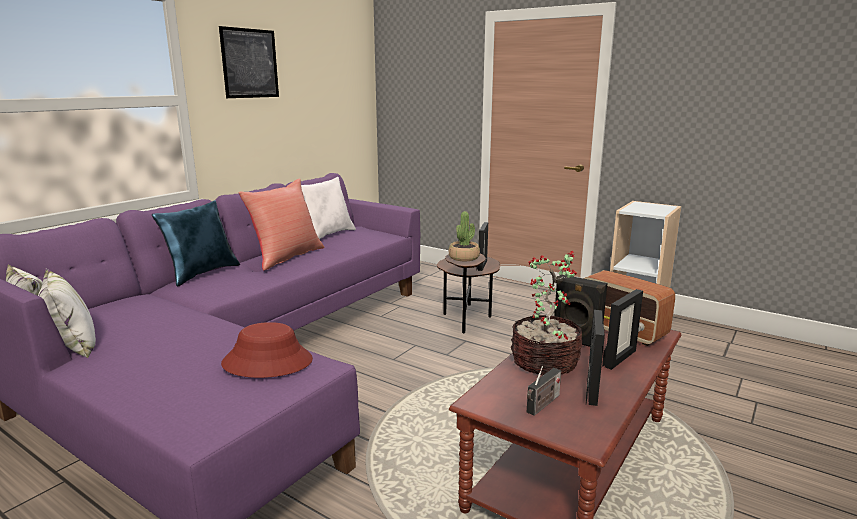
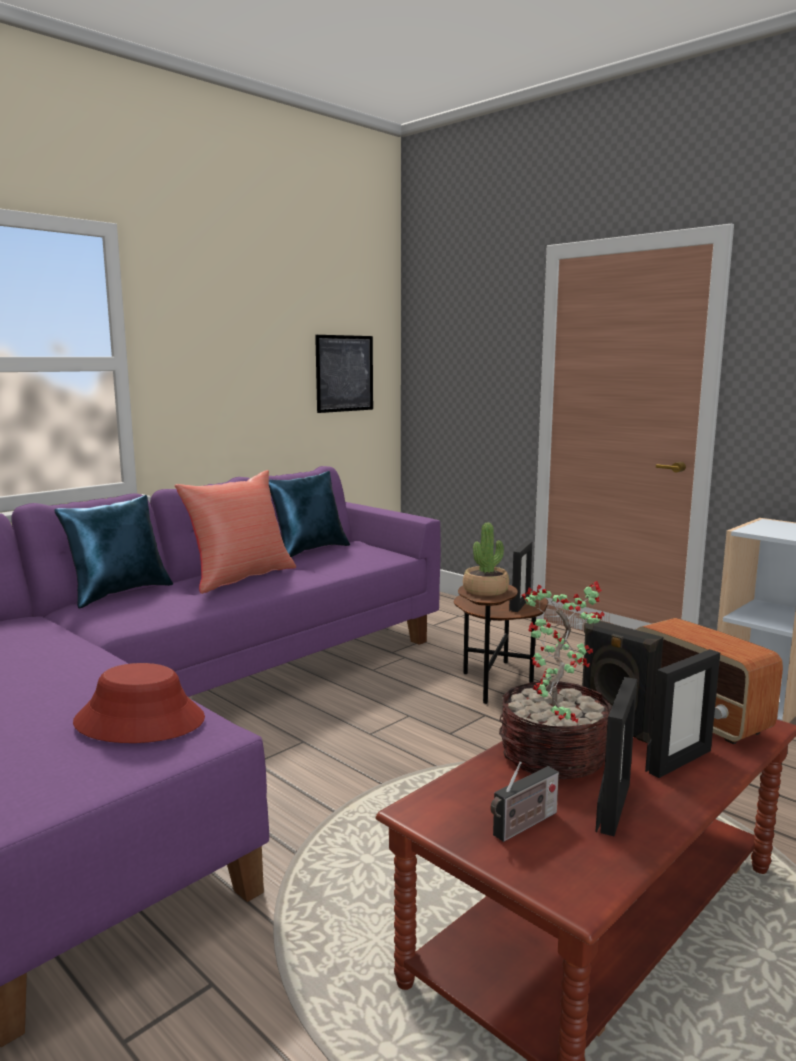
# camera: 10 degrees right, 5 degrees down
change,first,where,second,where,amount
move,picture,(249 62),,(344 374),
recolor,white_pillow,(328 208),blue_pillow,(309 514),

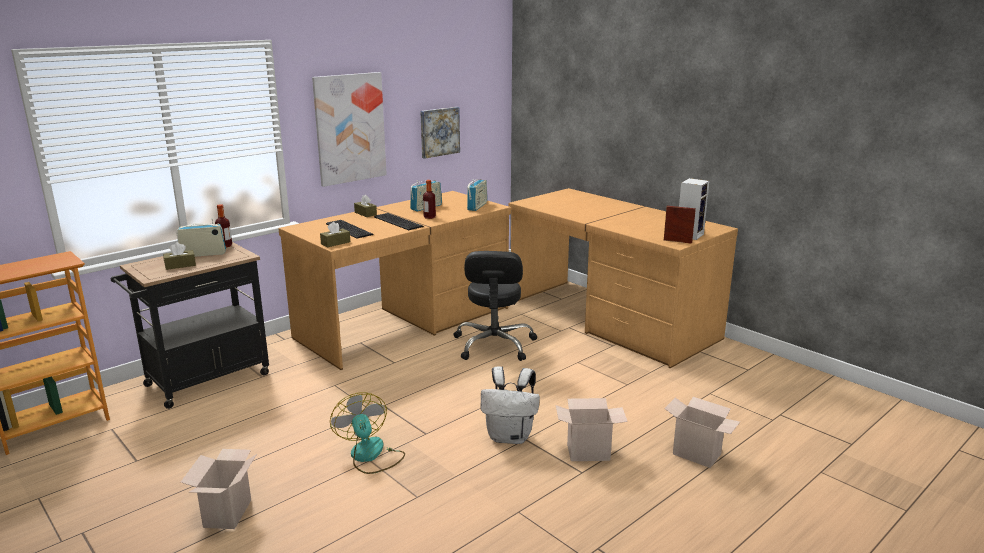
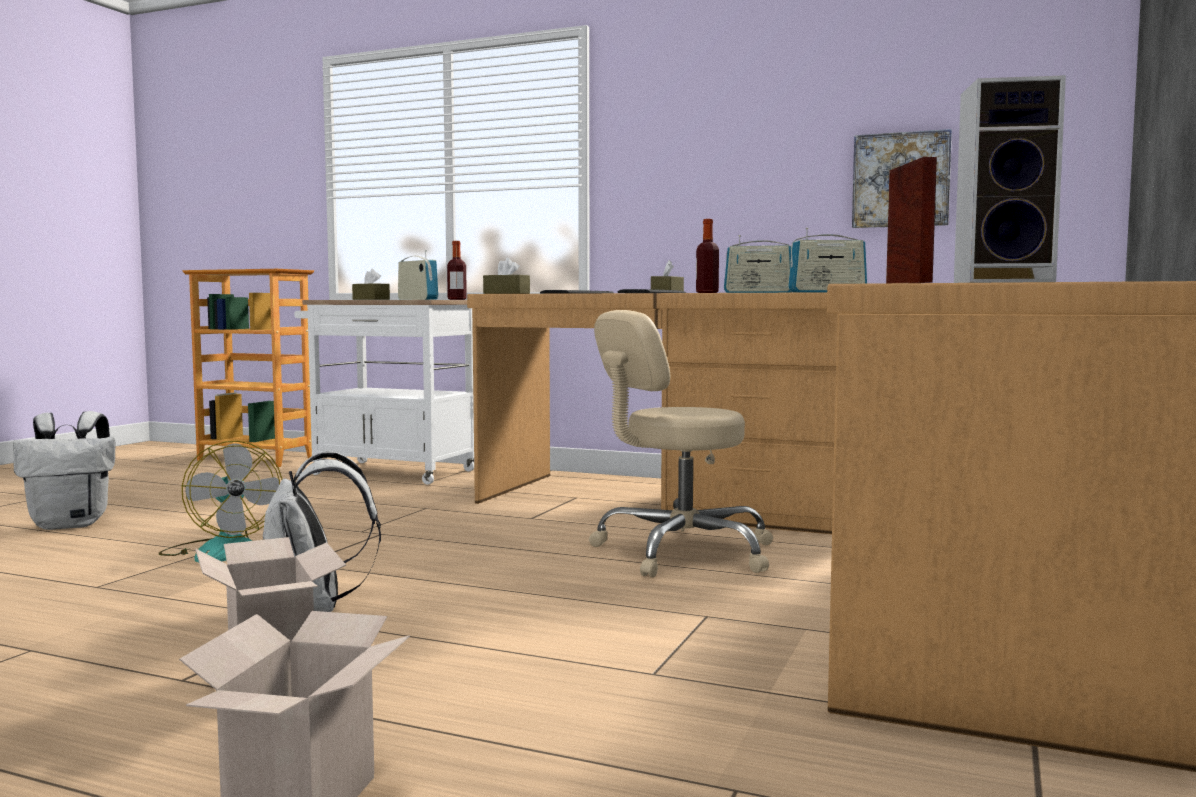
# camera: 65 degrees right, 15 degrees down
change,first,where,second,where,amount
delete,picture,(349 129),,,
recolor,black_cart,(190 325),white_cart,(384 392),
recolor,black_office_chair,(495 306),beige_office_chair,(681 444),
rotate,fan,(367 433),,(220 502),105 degrees clockwise
replace,cardboard_box,(219 489),white_backpack,(64 470),

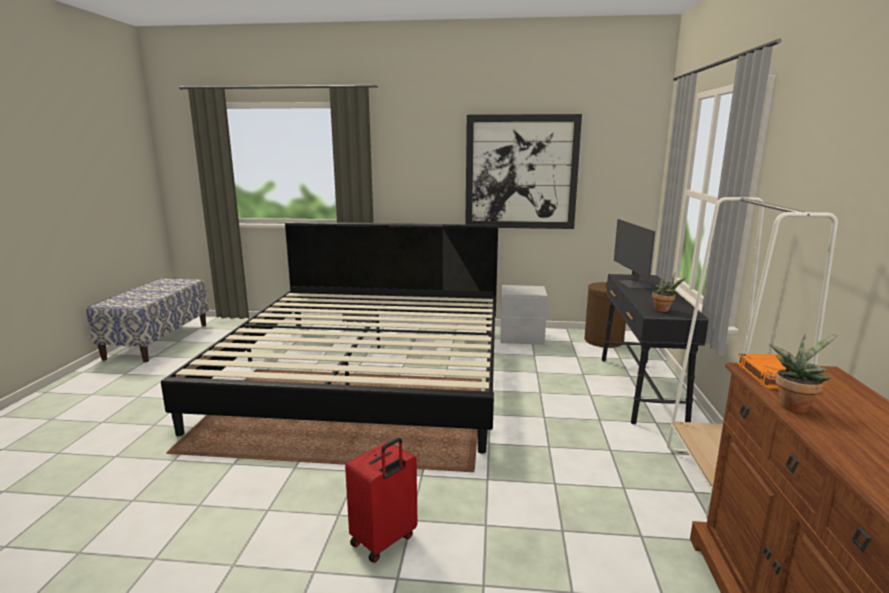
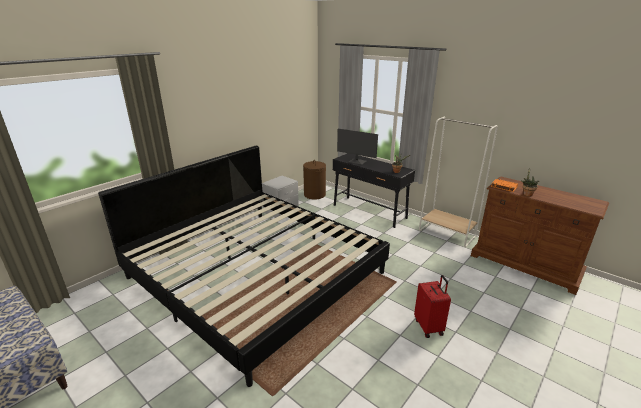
# camera: 55 degrees left, 10 degrees up
change,first,where,second,where,amount
delete,picture,(523 171),,,

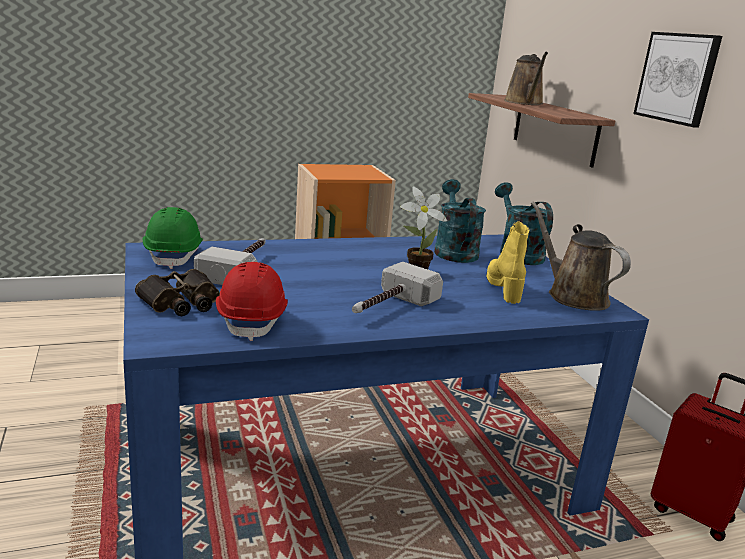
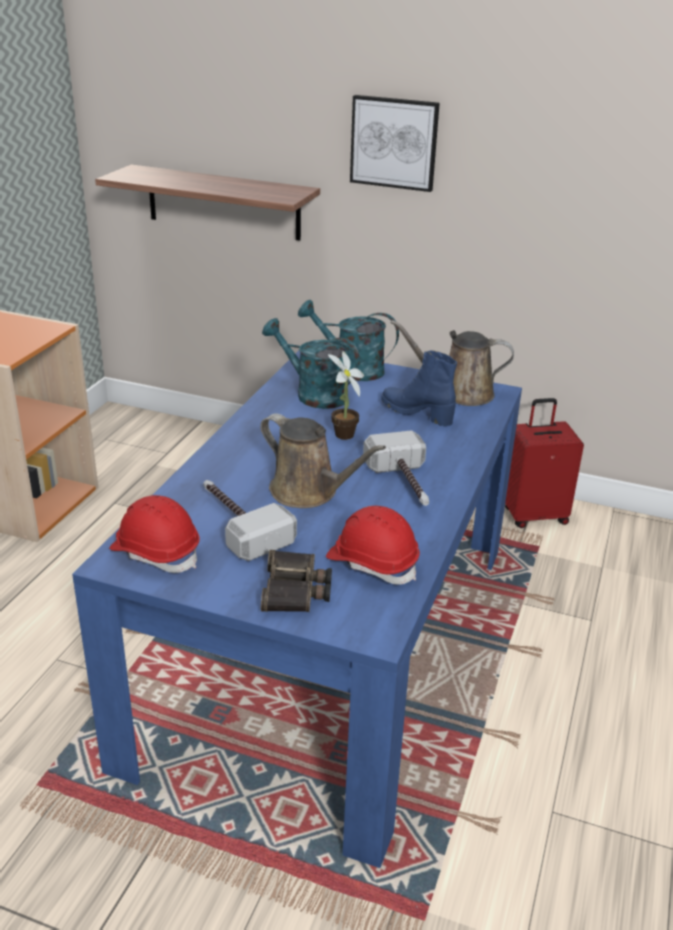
# camera: 50 degrees left, 10 degrees up
change,first,where,second,where,amount
move,brown_watering_can,(526 78),,(323 460),
recolor,green_hard_hat,(173 238),red_hard_hat,(154 534),
recolor,yellow_boot,(508 262),blue_boot,(419 388),

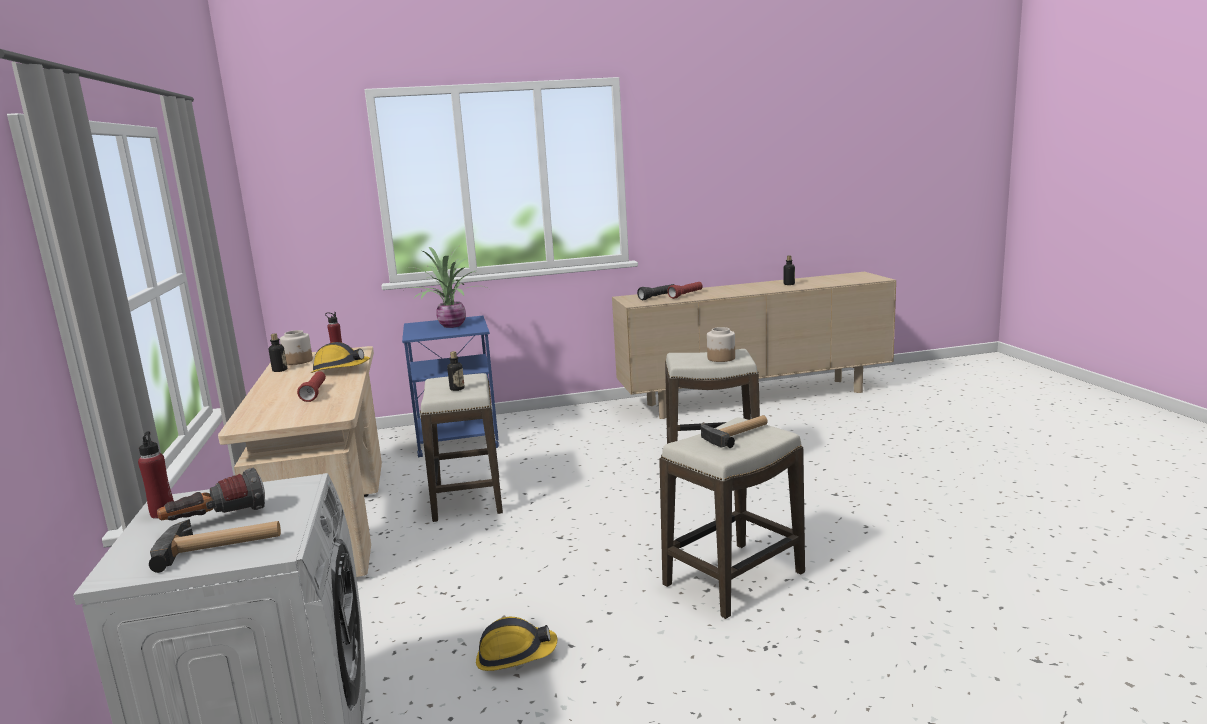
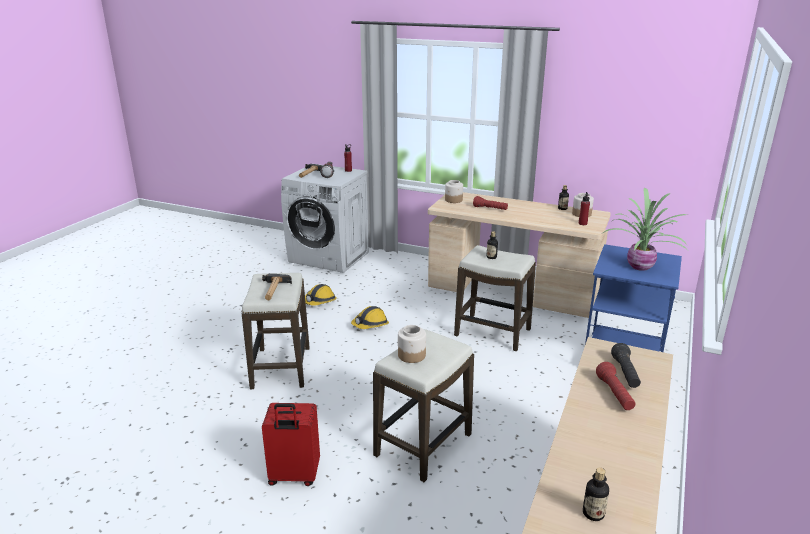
# camera: 125 degrees right, 10 degrees up
change,first,where,second,where,amount
move,hard_hat,(340 357),,(370 317),
insert,,,jar,(454 191),
insert,,,red_suitcase,(291 444),

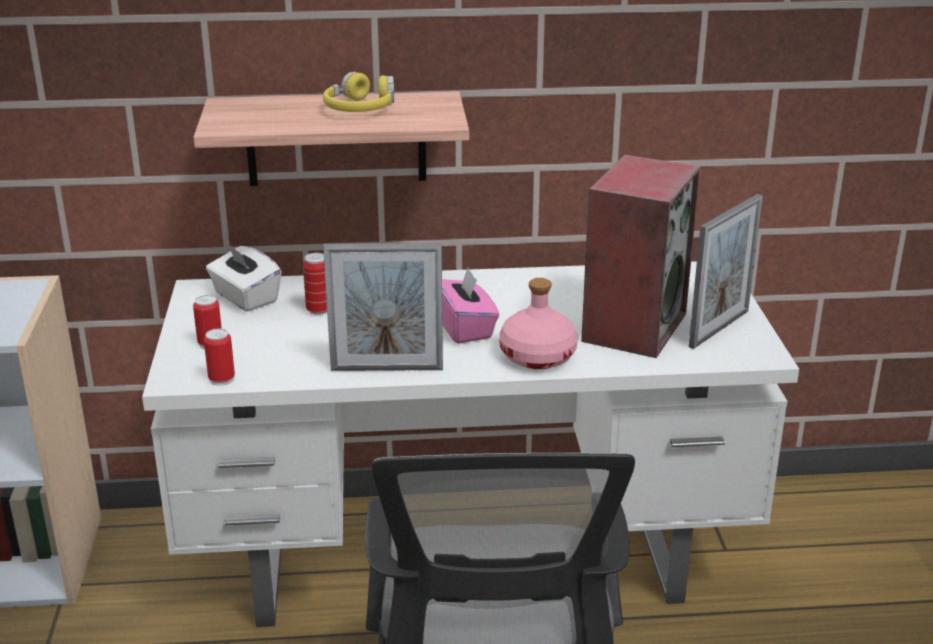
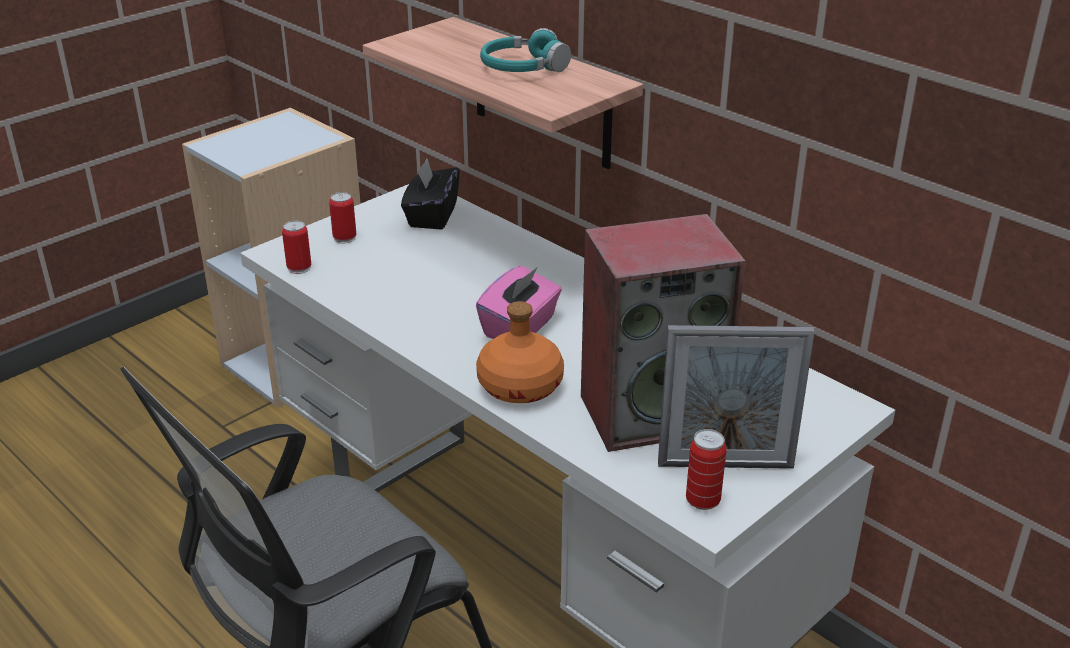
# camera: 50 degrees right, 5 degrees up
change,first,where,second,where,amount
recolor,yellow_headphones,(358 92),turquoise_headphones,(525 50),
delete,picture_frame,(383 307),,,
recolor,white_tissue_box,(244 278),black_tissue_box,(430 194),
move,can,(315 283),,(706 469),
recolor,pink_bottle,(538 323),orange_bottle,(520 352),

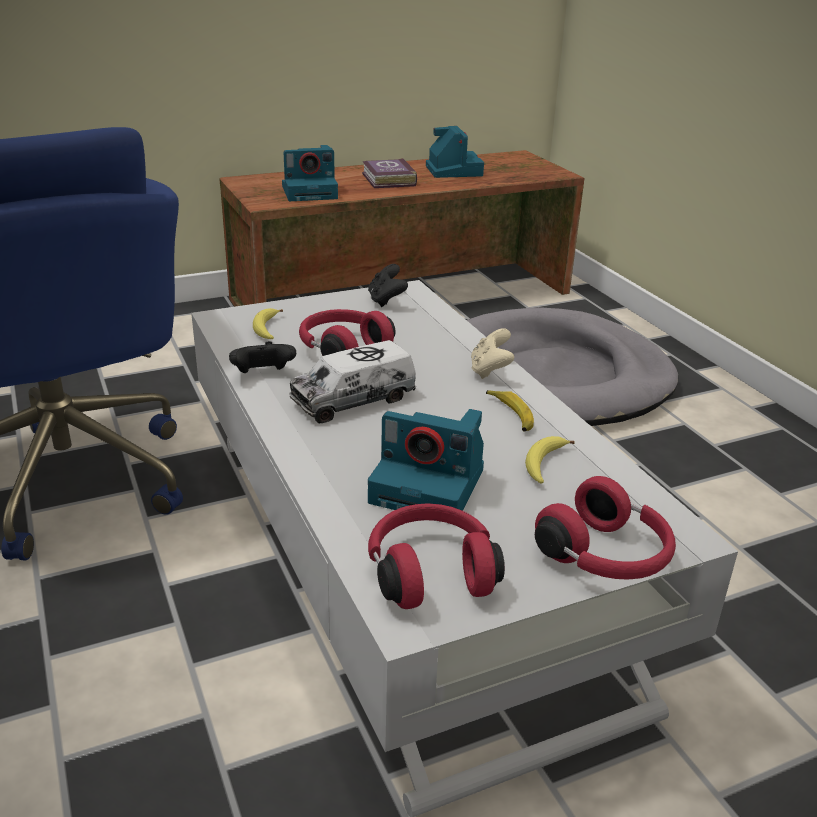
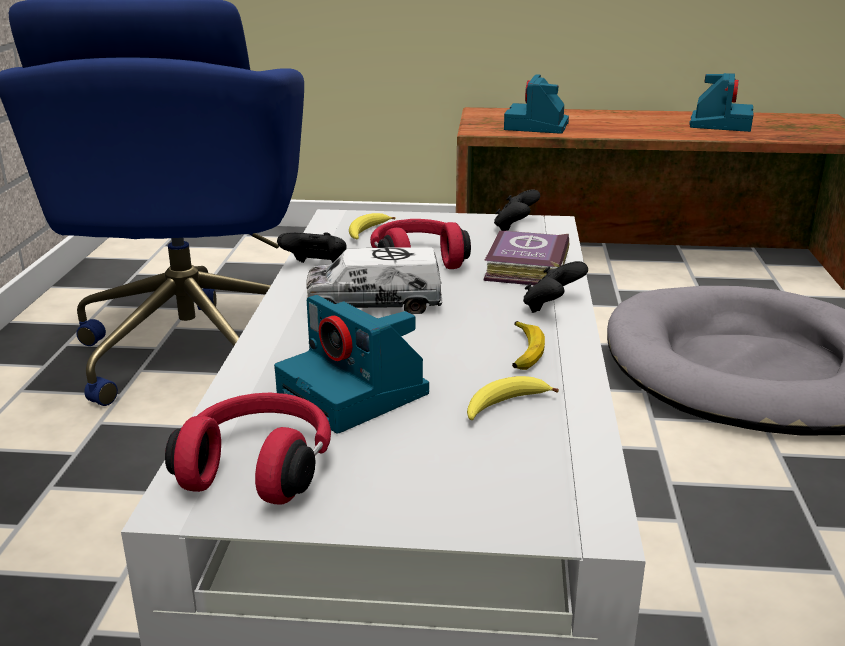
# camera: 30 degrees right, 5 degrees down
change,first,where,second,where,amount
rotate,photo_camera,(310 173),,(536 104),90 degrees clockwise
move,book,(389 173),,(526 258),
recolor,beige_game_controller,(492 353),black_game_controller,(555 287),
delete,red_headphones,(605 528),,,

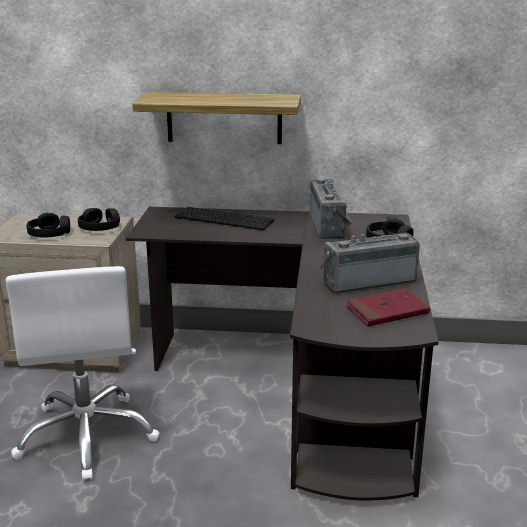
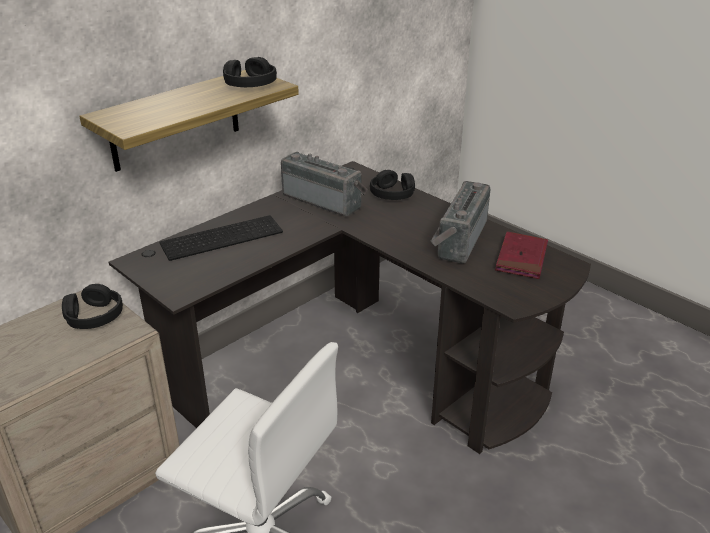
# camera: 50 degrees left, 10 degrees up
change,first,where,second,where,amount
move,black_headphones,(48 225),,(250 72),

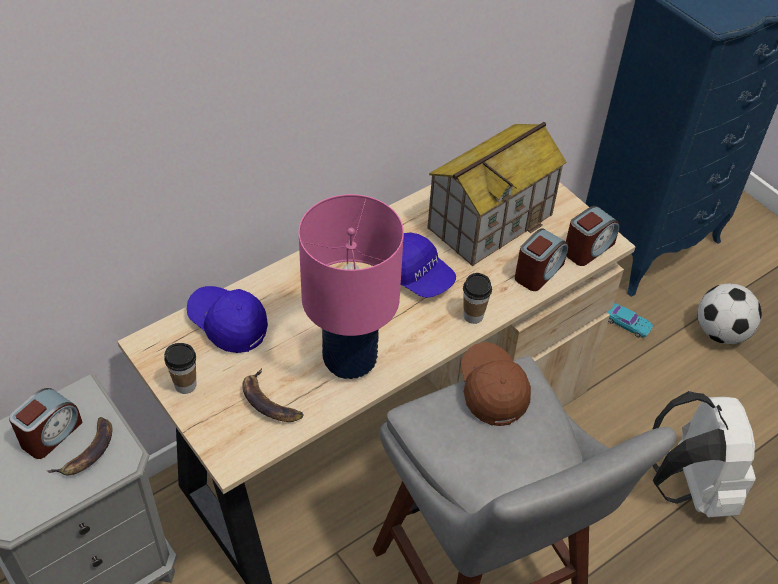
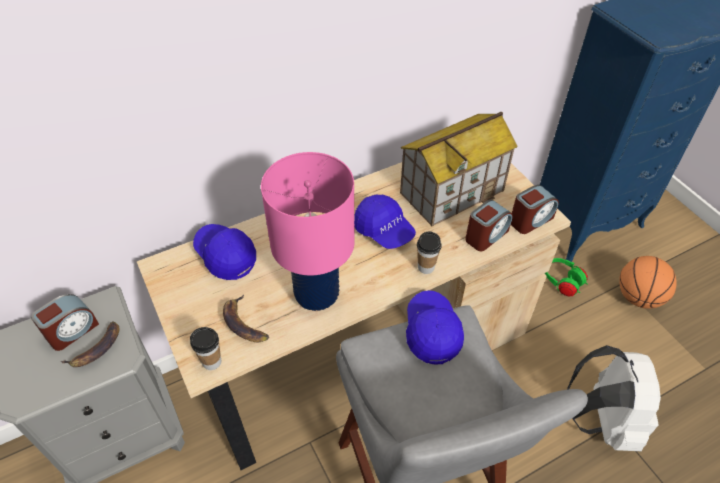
# camera: 10 degrees right, 0 degrees up
change,first,where,second,where,amount
replace,football,(729 314),basketball,(648 282),
replace,turquoise_toy_car,(630 320),green_headphones,(566 277),
recolor,brown_cap,(496 384),blue_cap,(435 327),
move,cup,(180 368),,(205 348),

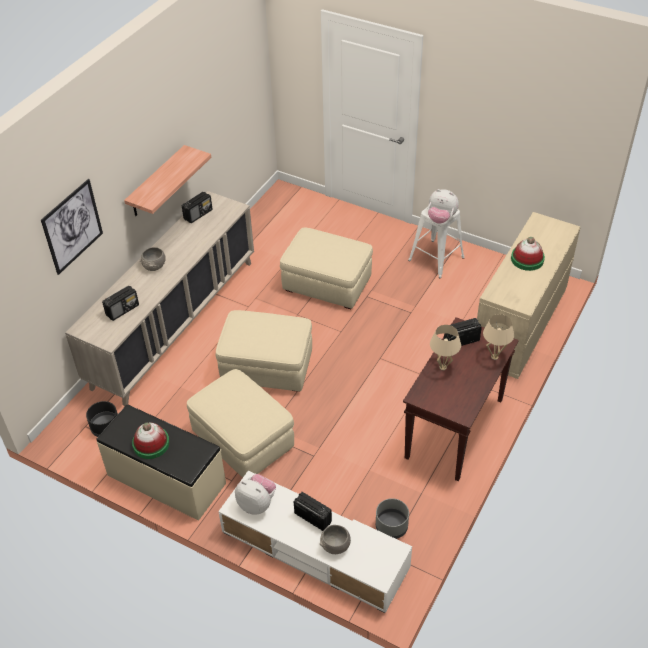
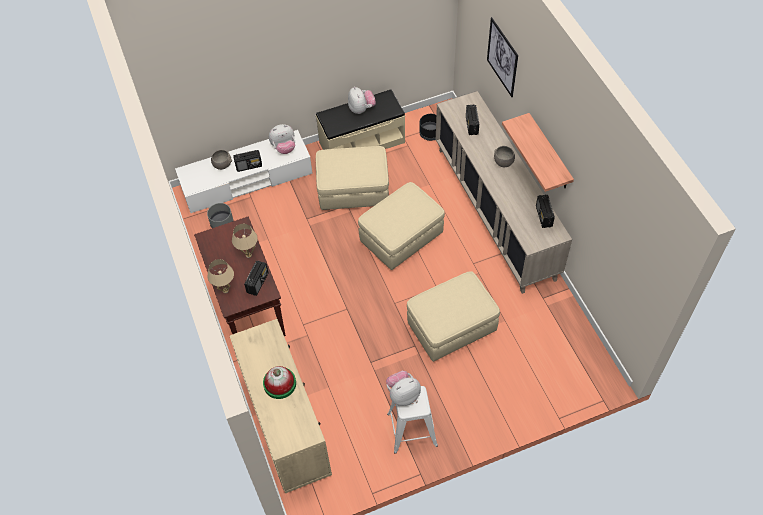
# camera: 130 degrees right, 10 degrees up
change,first,where,second,where,amount
replace,hat,(151 441),plush_toy,(362 100),

